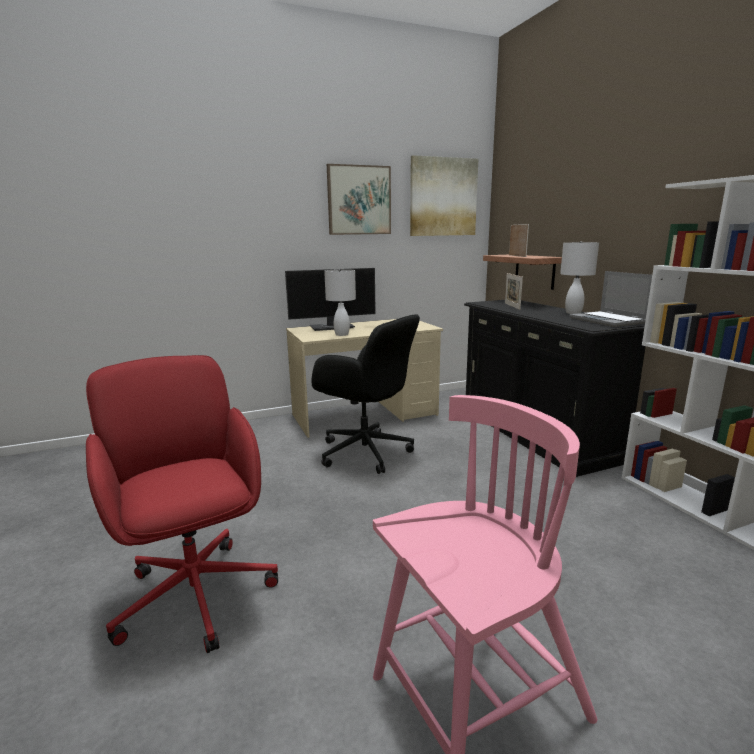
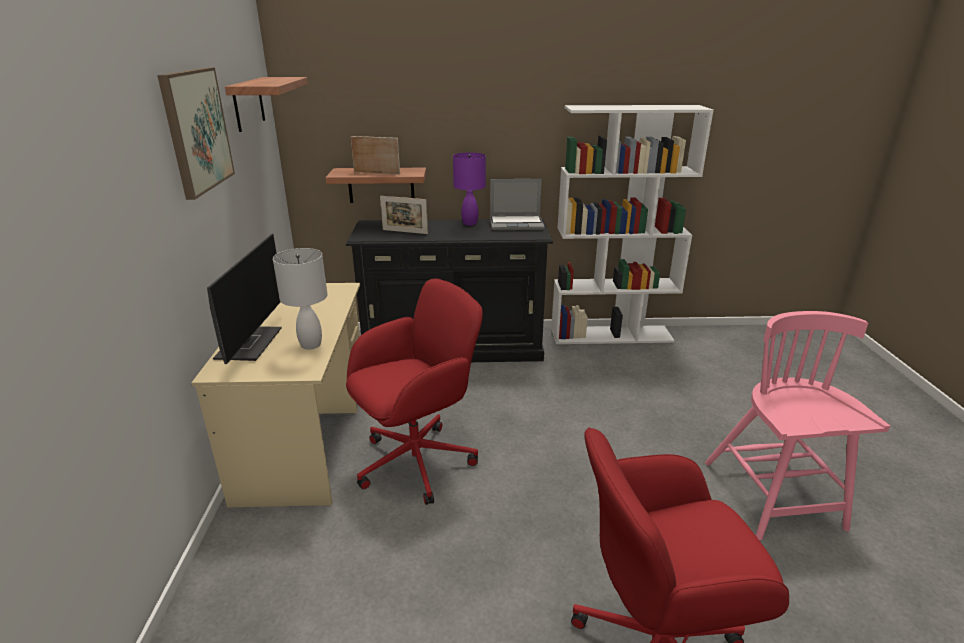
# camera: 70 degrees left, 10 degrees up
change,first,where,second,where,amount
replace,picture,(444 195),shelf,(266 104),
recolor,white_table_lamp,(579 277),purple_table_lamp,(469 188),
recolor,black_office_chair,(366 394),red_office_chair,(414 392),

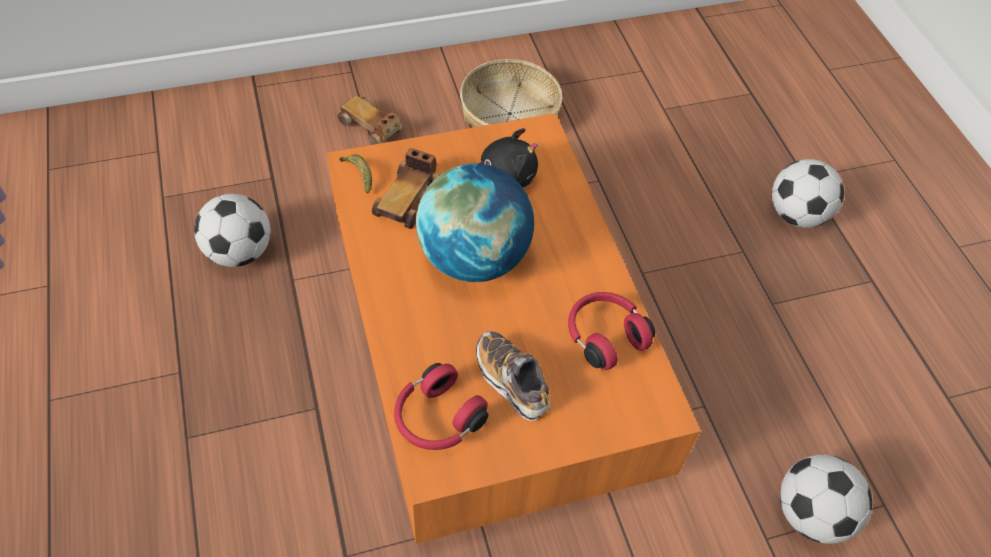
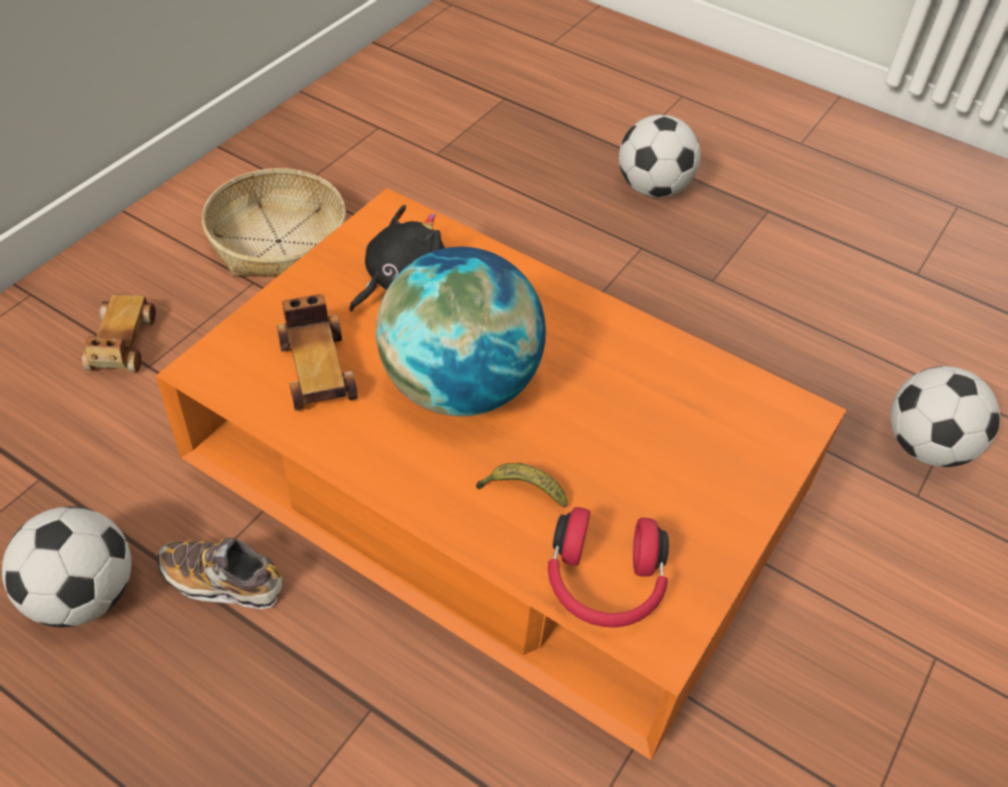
# camera: 40 degrees left, 5 degrees down
change,first,where,second,where,amount
rotate,toy_car,(370 120),,(119 333),90 degrees clockwise
move,banana,(355 174),,(521 485),
delete,red_headphones,(611 331),,,
move,shoe,(513 376),,(220 573),

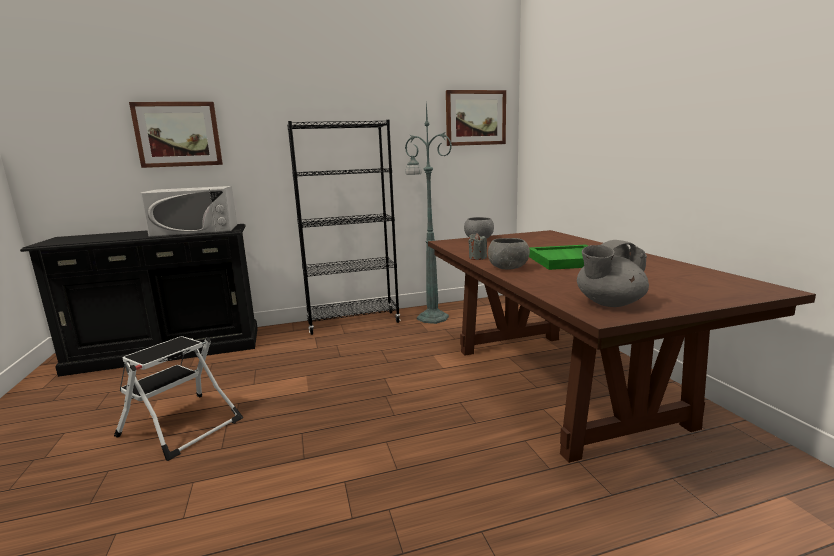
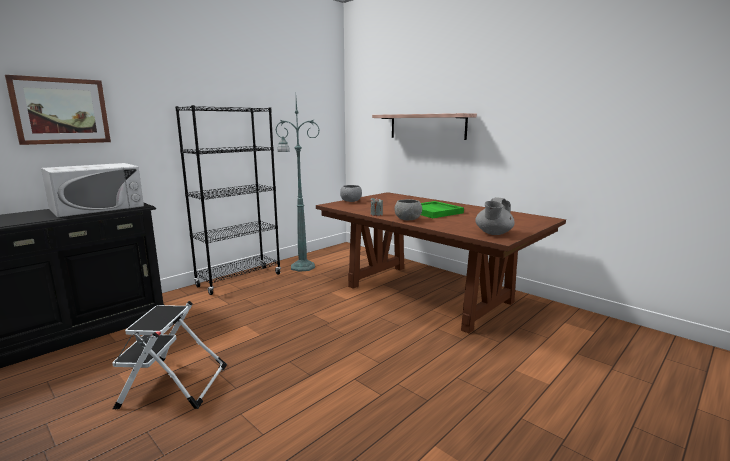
# camera: 30 degrees left, 0 degrees up
change,first,where,second,where,amount
delete,picture,(476 118),,,
insert,,,shelf,(424 126),

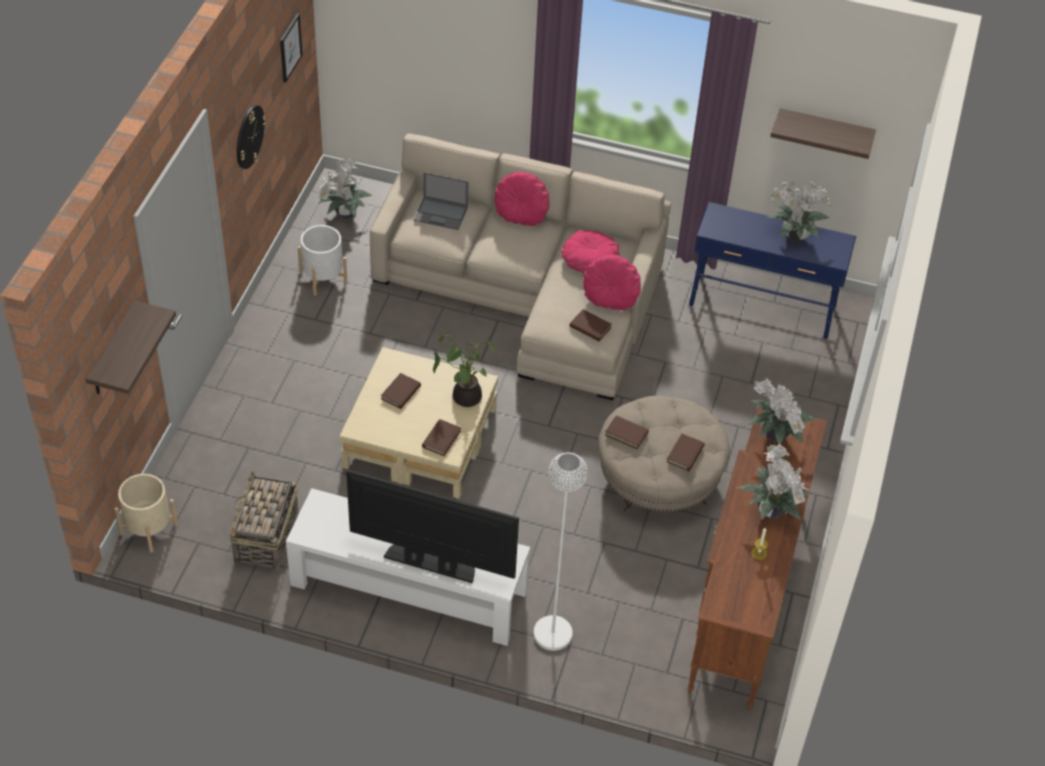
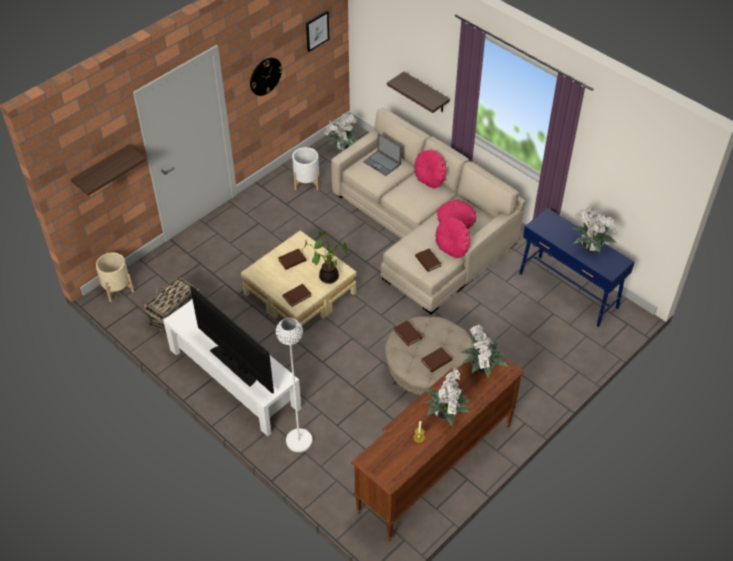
# camera: 30 degrees right, 0 degrees up
change,first,where,second,where,amount
move,shelf,(823 133),,(418 92),

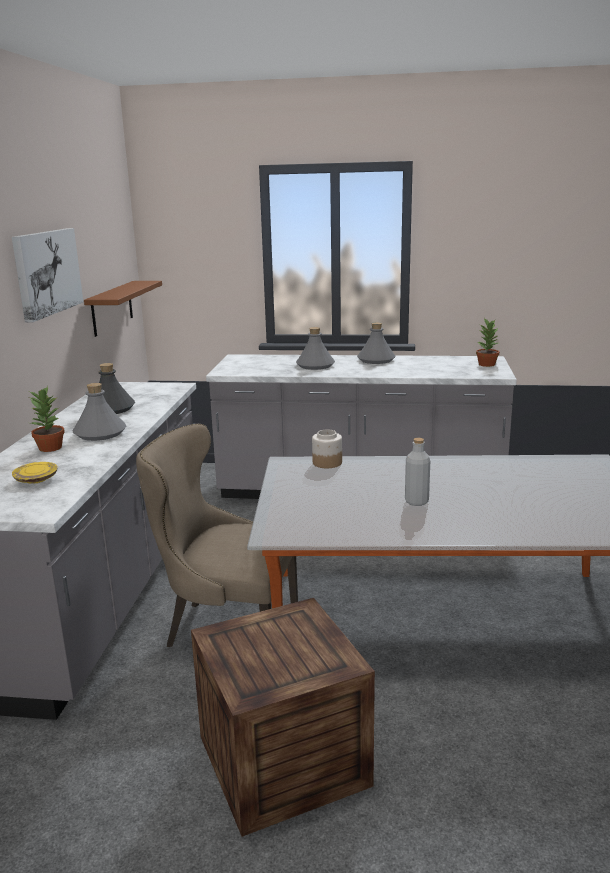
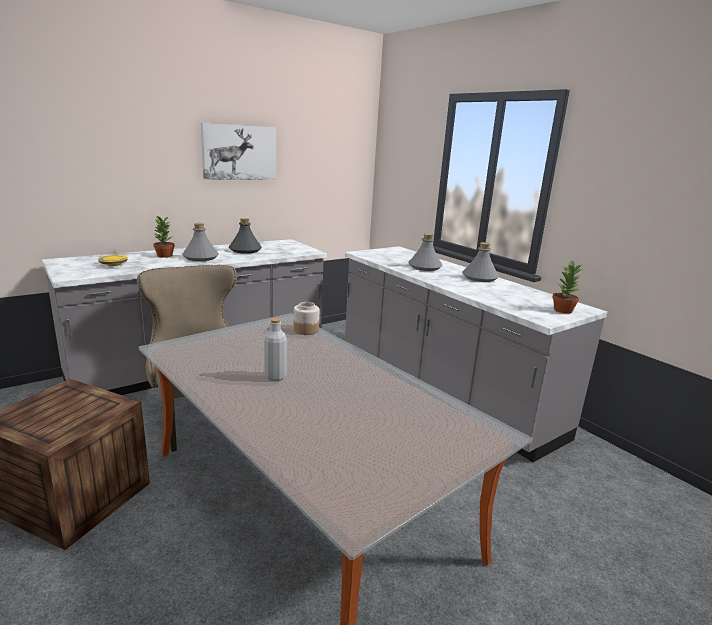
# camera: 45 degrees right, 0 degrees up
change,first,where,second,where,amount
delete,brown_shelf,(123 309),,,

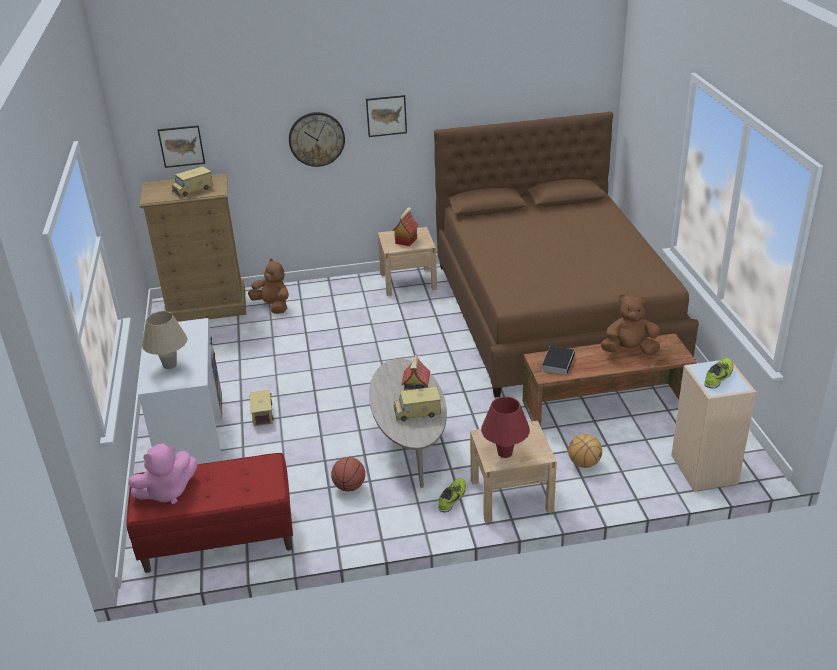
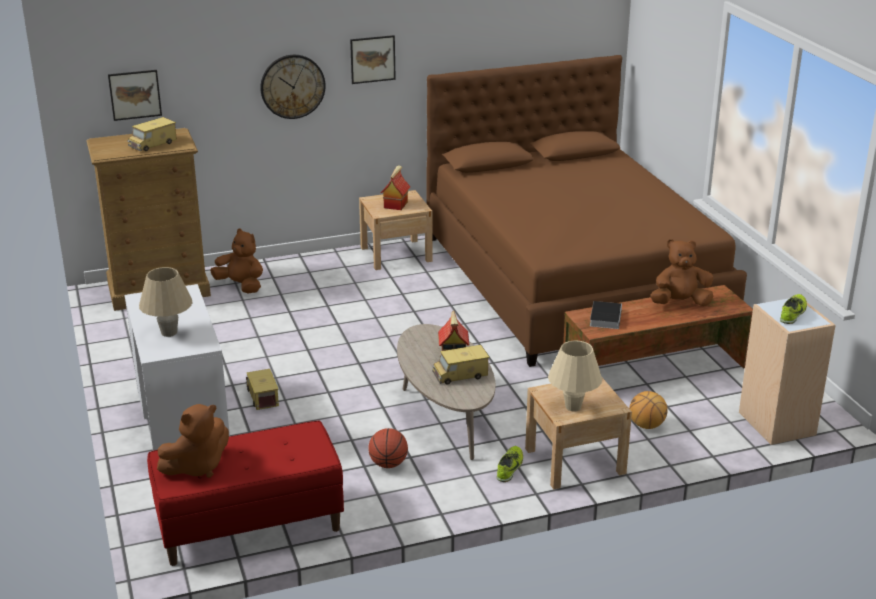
# camera: 10 degrees left, 5 degrees down
change,first,where,second,where,amount
recolor,red_table_lamp,(505 427),beige_table_lamp,(575 375),
recolor,pink_plush_toy,(162 473),brown_plush_toy,(193 441),

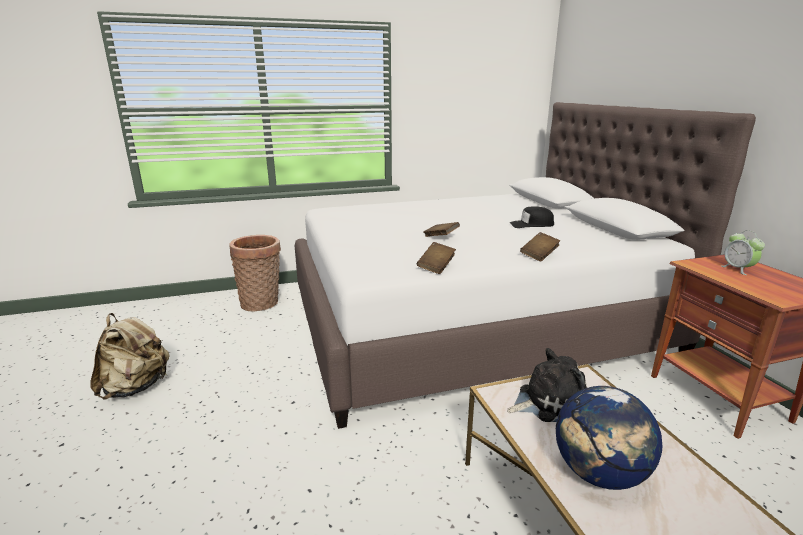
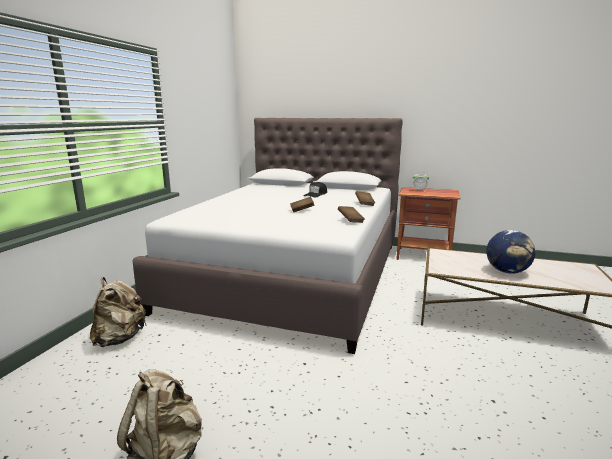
# camera: 55 degrees left, 5 degrees down
change,first,where,second,where,amount
replace,basket,(255 273),beige_backpack,(118 312),
delete,plush_toy,(547 385),,,

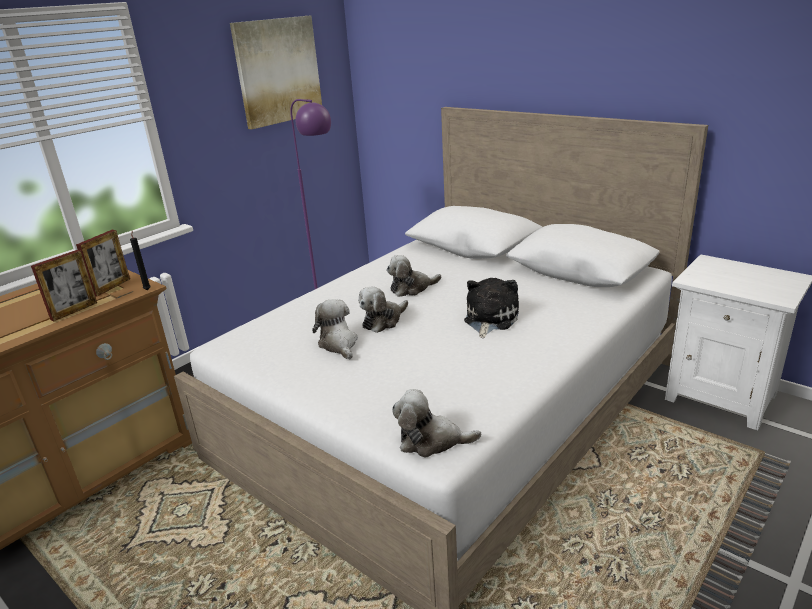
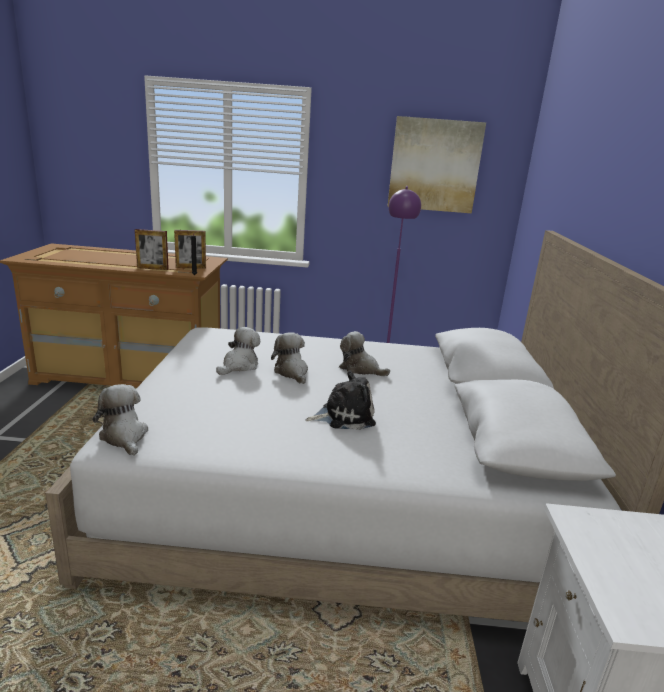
# camera: 50 degrees right, 5 degrees down
change,first,where,second,where,amount
rotate,plush_toy,(383 310),,(289 358),60 degrees clockwise

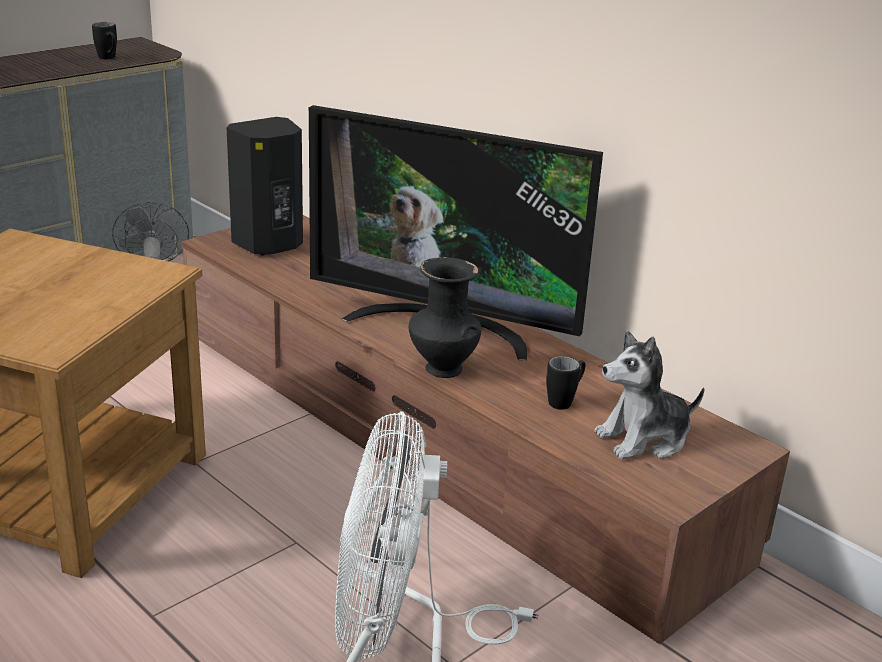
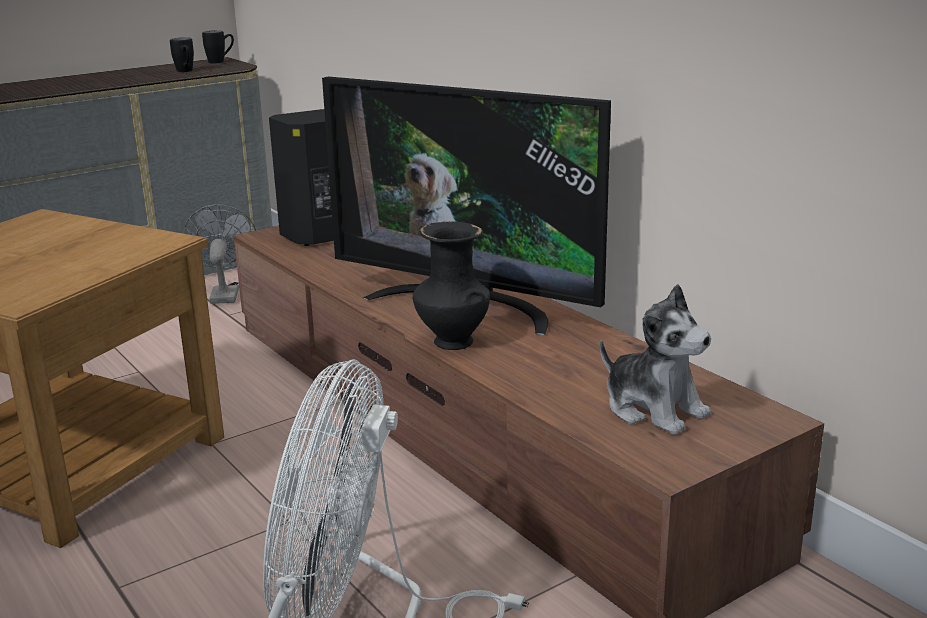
# camera: 10 degrees right, 5 degrees down
change,first,where,second,where,amount
rotate,plush_toy,(649 395),,(655 359),120 degrees counterclockwise
move,black_mug,(565 383),,(218 47),

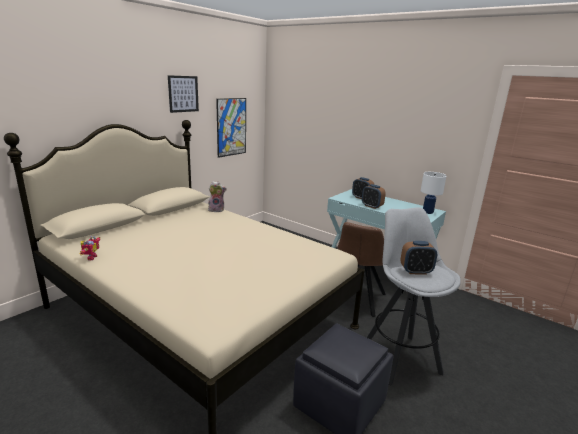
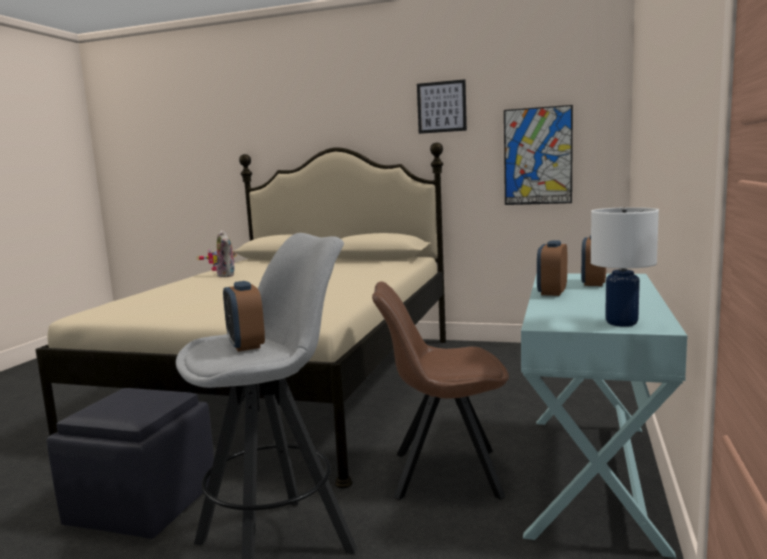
# camera: 70 degrees right, 10 degrees down
change,first,where,second,where,amount
move,plush_toy,(217 196),,(226 253),

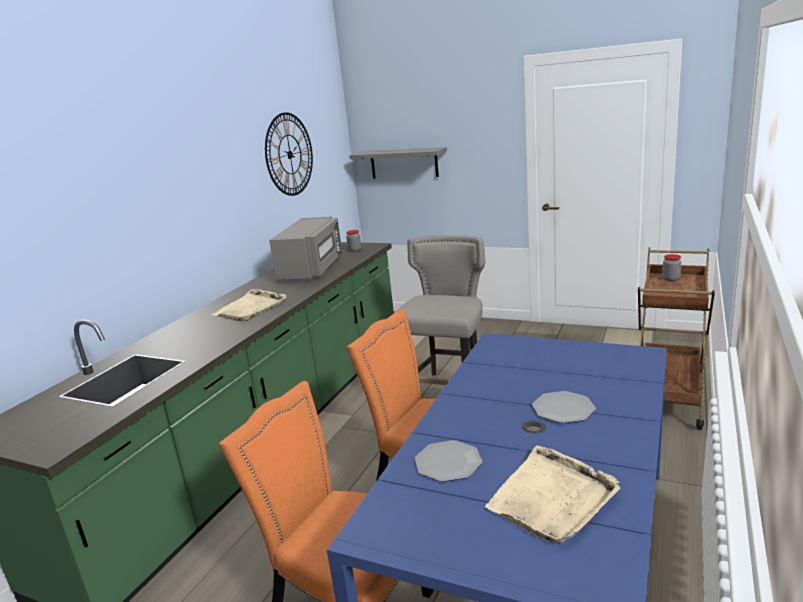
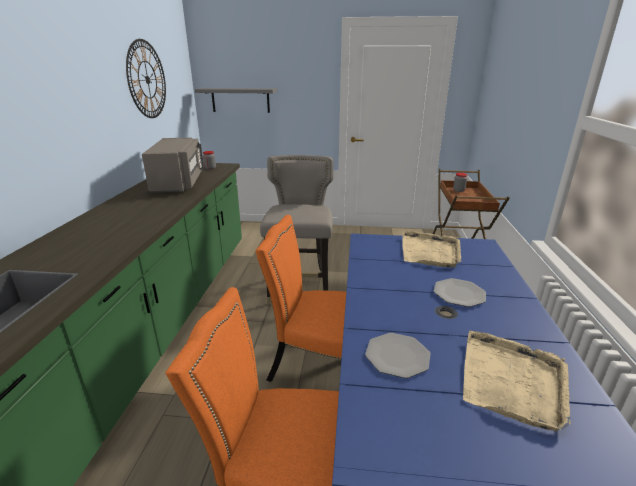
# camera: 20 degrees left, 5 degrees up
change,first,where,second,where,amount
move,beige_tray,(248 305),,(432 249),

